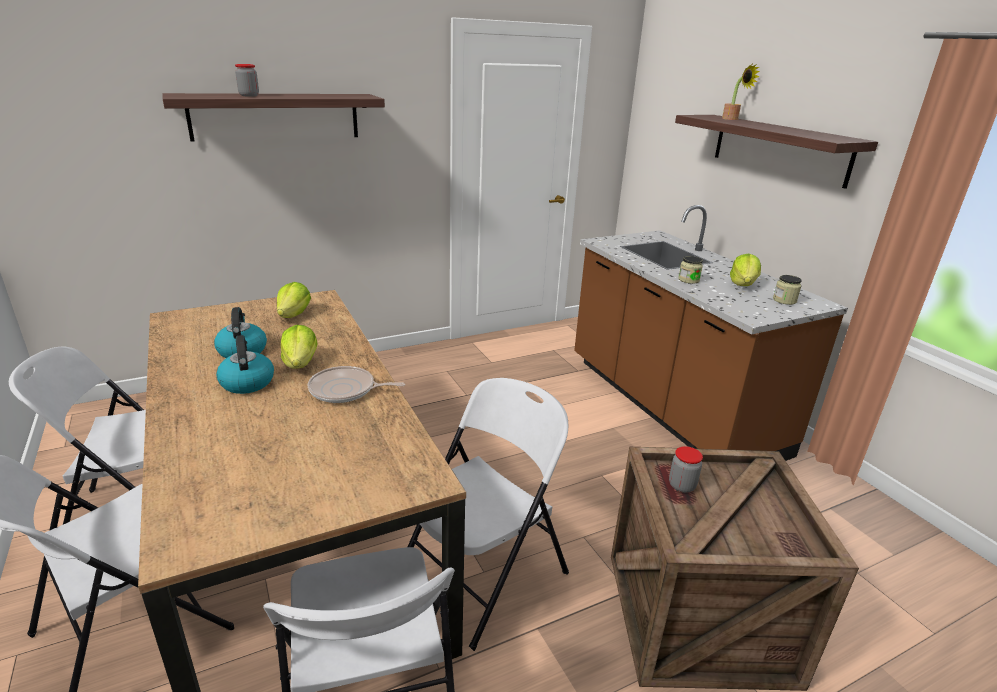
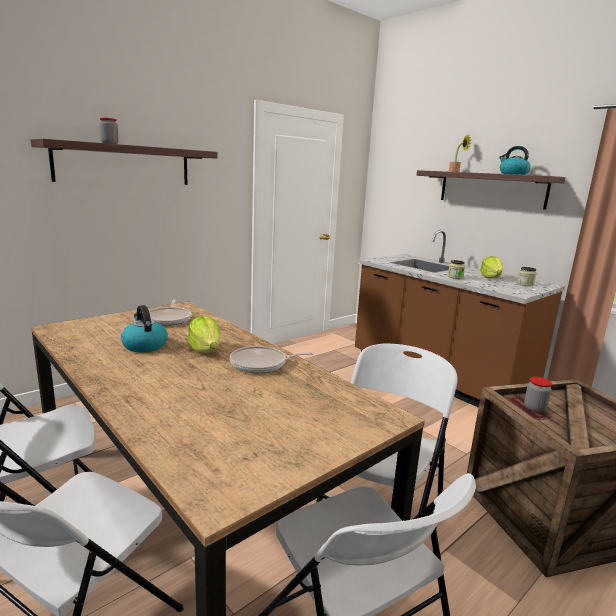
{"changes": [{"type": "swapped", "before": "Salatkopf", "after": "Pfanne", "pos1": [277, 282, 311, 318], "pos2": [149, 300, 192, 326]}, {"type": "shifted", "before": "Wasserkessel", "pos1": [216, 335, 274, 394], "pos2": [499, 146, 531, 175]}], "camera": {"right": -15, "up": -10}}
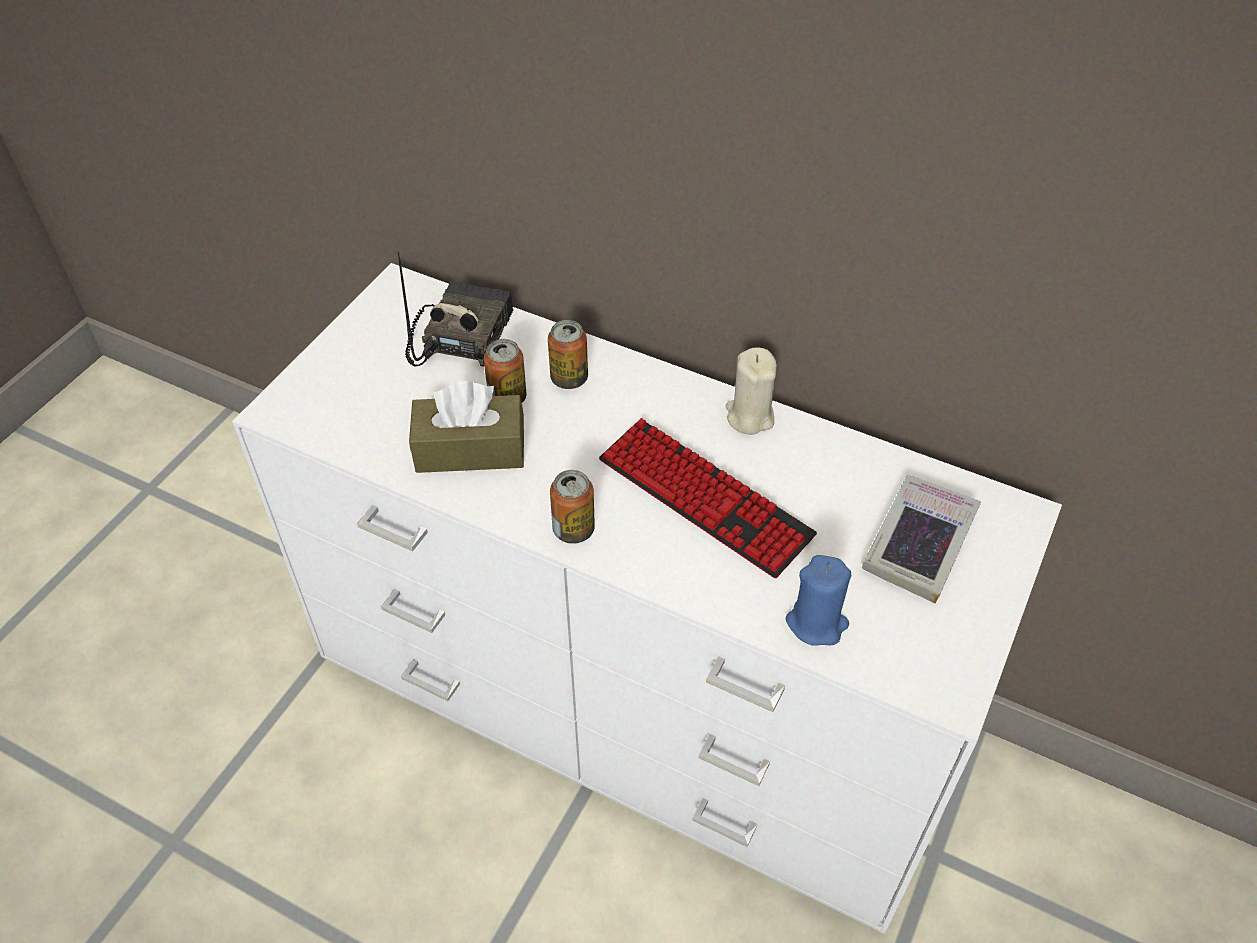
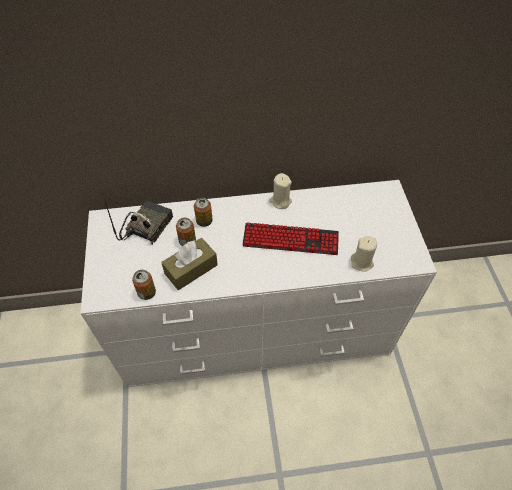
{"changes": [{"type": "rotated", "before": "Radio", "pos1": [398, 252, 513, 367], "pos2": [104, 199, 173, 245], "turn": 45}, {"type": "shifted", "before": "Dose", "pos1": [550, 470, 595, 544], "pos2": [132, 270, 156, 300]}, {"type": "gone", "before": "Buch", "pos1": [862, 475, 981, 603]}, {"type": "repainted", "before": "Kerze [blau]", "after": "Kerze [beige]", "pos1": [786, 555, 851, 646], "pos2": [351, 236, 377, 272]}], "camera": {"right": -35, "up": 5}}
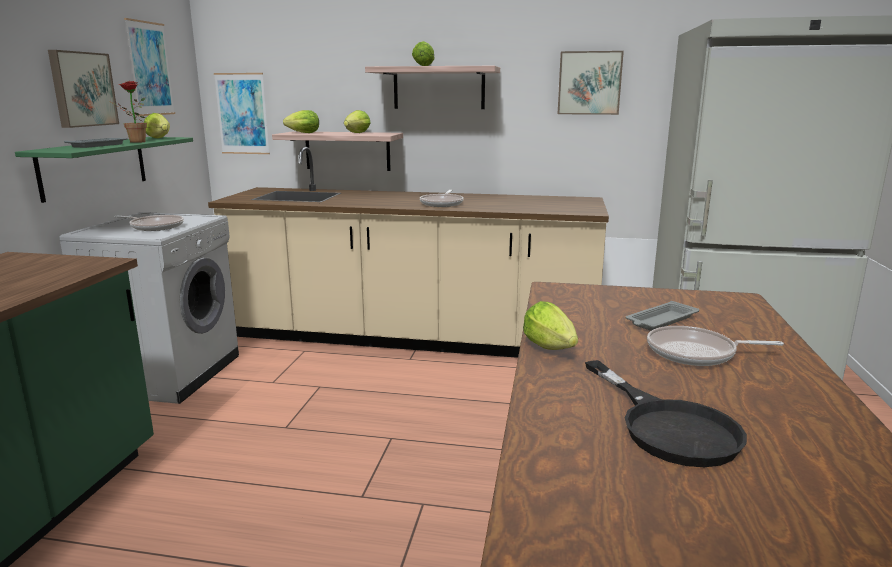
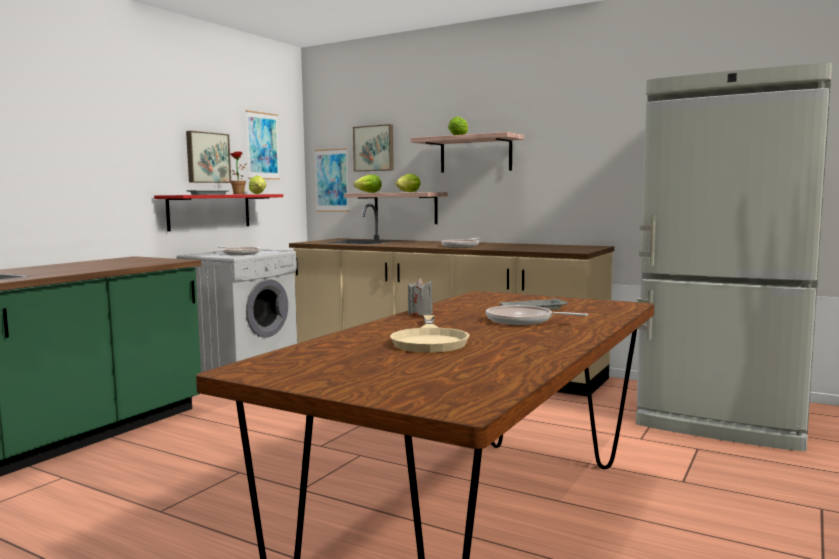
{"changes": [{"type": "shifted", "before": "Bild", "pos1": [558, 51, 624, 115], "pos2": [353, 124, 394, 172]}, {"type": "repainted", "before": "Wandregal [grün]", "after": "Wandregal [rot]", "pos1": [15, 137, 193, 203], "pos2": [154, 194, 283, 231]}, {"type": "swapped", "before": "Salatkopf", "after": "Kerze [grau]", "pos1": [523, 301, 578, 350], "pos2": [408, 278, 433, 316]}, {"type": "repainted", "before": "Pfanne [schwarz]", "after": "Pfanne [beige]", "pos1": [585, 360, 747, 467], "pos2": [390, 315, 469, 353]}], "camera": {"right": 20, "up": -10}}
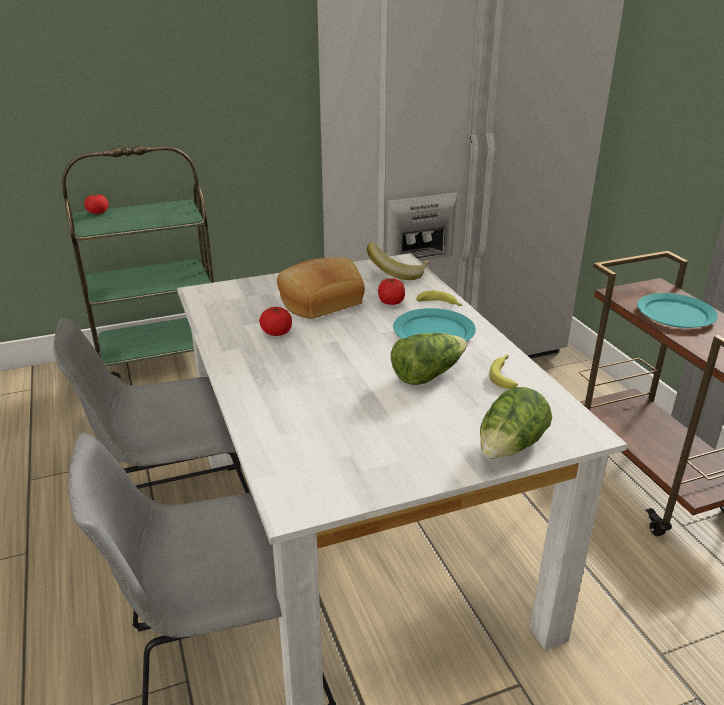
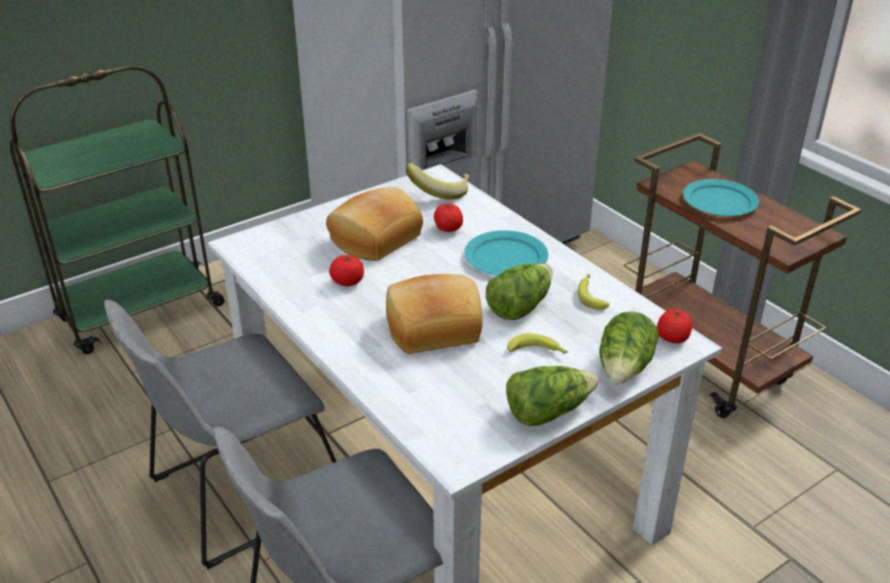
{"changes": [{"type": "shifted", "before": "Tomate", "pos1": [84, 194, 108, 214], "pos2": [657, 308, 692, 343]}, {"type": "shifted", "before": "Banane", "pos1": [416, 291, 462, 306], "pos2": [507, 333, 568, 354]}, {"type": "new", "after": "Brot", "pos2": [386, 274, 482, 354]}, {"type": "new", "after": "Salatkopf", "pos2": [506, 366, 598, 426]}], "camera": {"right": -15, "up": 5}}
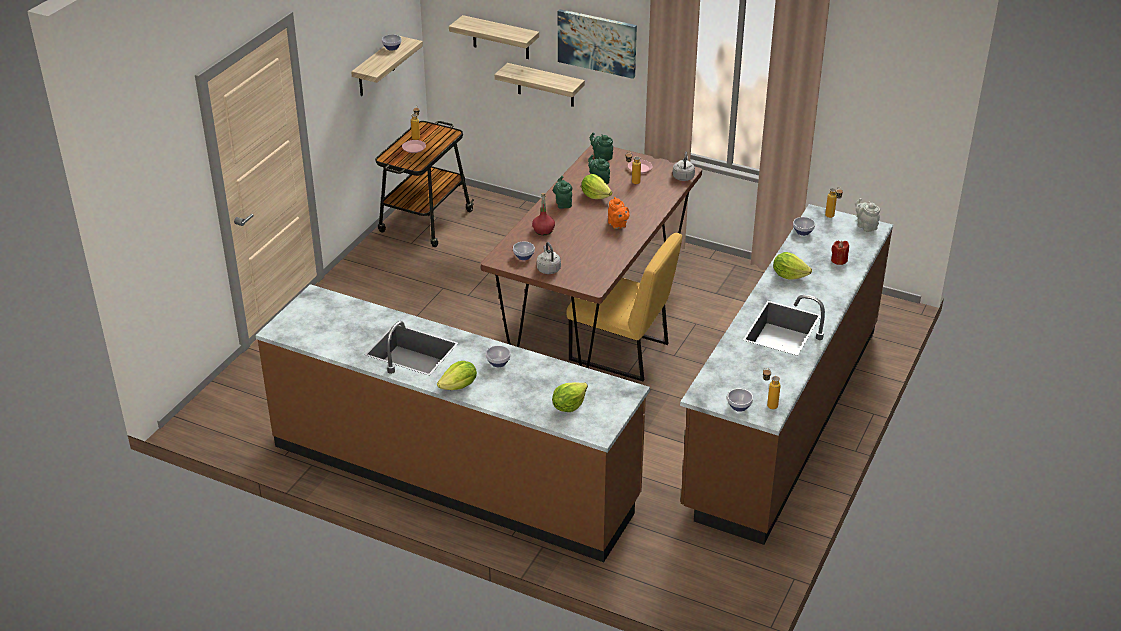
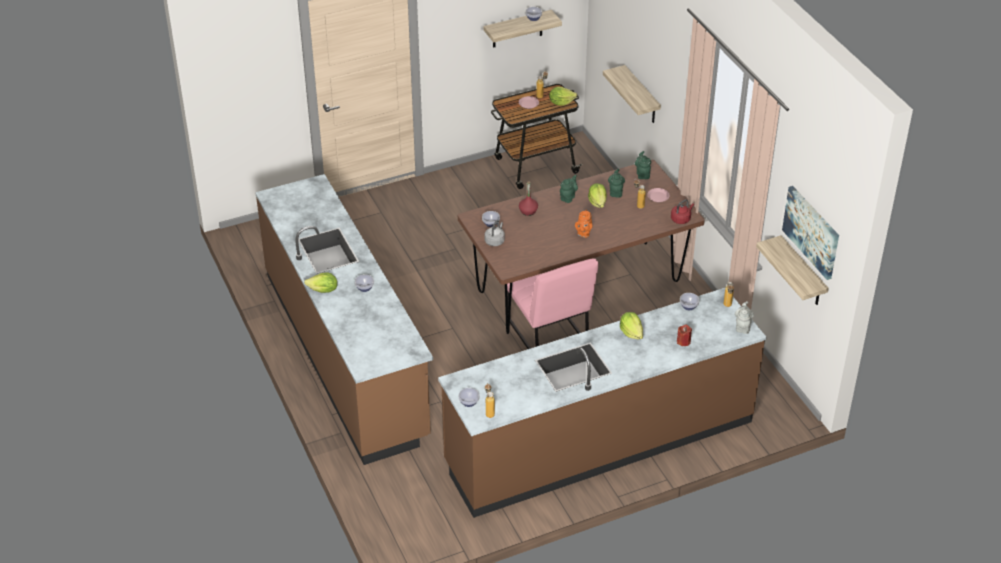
{"changes": [{"type": "shifted", "before": "Bild", "pos1": [558, 9, 637, 79], "pos2": [782, 186, 839, 280]}, {"type": "shifted", "before": "Wandregal", "pos1": [449, 15, 539, 59], "pos2": [756, 235, 829, 305]}, {"type": "repainted", "before": "Wasserkessel [grau]", "after": "Wasserkessel [rot]", "pos1": [672, 152, 695, 181], "pos2": [671, 199, 694, 224]}, {"type": "repainted", "before": "Stuhl [gelb]", "after": "Stuhl [rosa]", "pos1": [566, 233, 682, 381], "pos2": [507, 258, 599, 349]}, {"type": "shifted", "before": "Salatkopf", "pos1": [552, 382, 588, 412], "pos2": [549, 87, 577, 106]}], "camera": {"right": 40, "up": 5}}
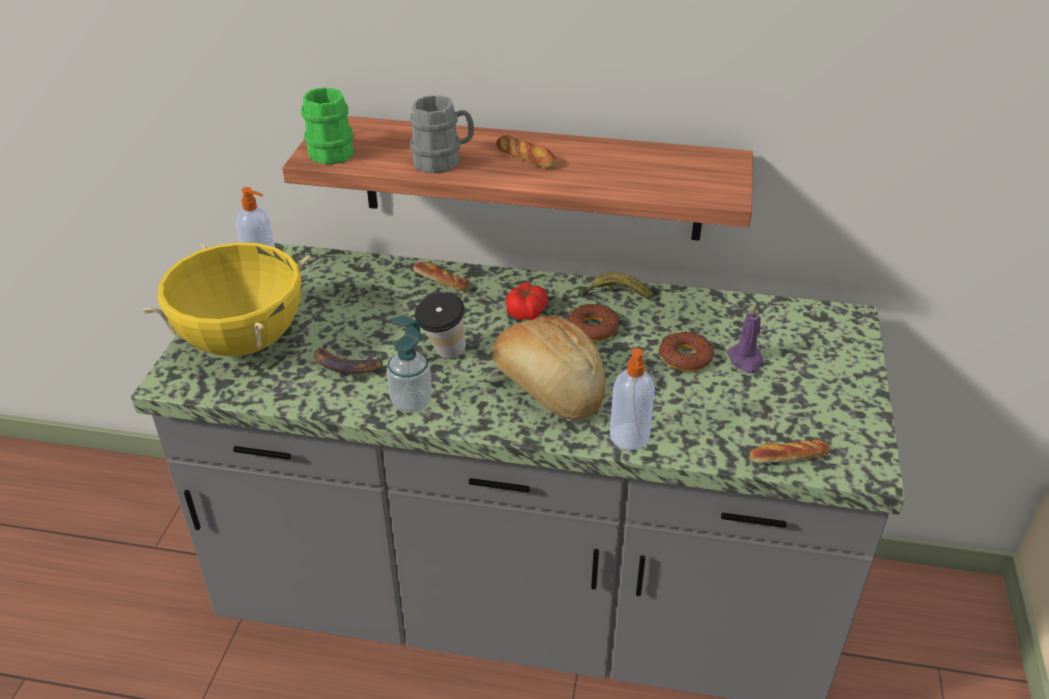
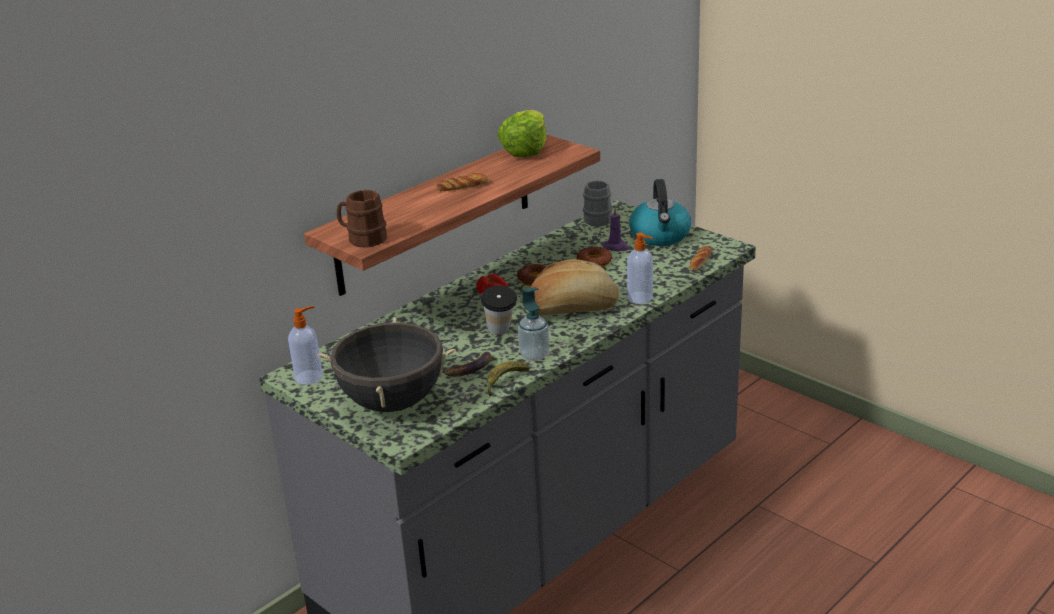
{"changes": [{"type": "repainted", "before": "Henkelbecher [grün]", "after": "Henkelbecher [braun]", "pos1": [301, 87, 354, 165], "pos2": [337, 190, 387, 248]}, {"type": "shifted", "before": "Henkelbecher [grau]", "pos1": [410, 95, 474, 173], "pos2": [583, 180, 613, 227]}, {"type": "repainted", "before": "Kochtopf [gelb]", "after": "Kochtopf [schwarz]", "pos1": [142, 242, 312, 356], "pos2": [317, 318, 456, 412]}, {"type": "gone", "before": "Brot", "pos1": [413, 262, 470, 291]}, {"type": "shifted", "before": "Banane", "pos1": [582, 273, 651, 300], "pos2": [487, 361, 529, 396]}, {"type": "new", "after": "Salatkopf", "pos2": [497, 110, 546, 158]}, {"type": "new", "after": "Wasserkessel", "pos2": [629, 179, 691, 246]}], "camera": {"right": -55, "up": -10}}
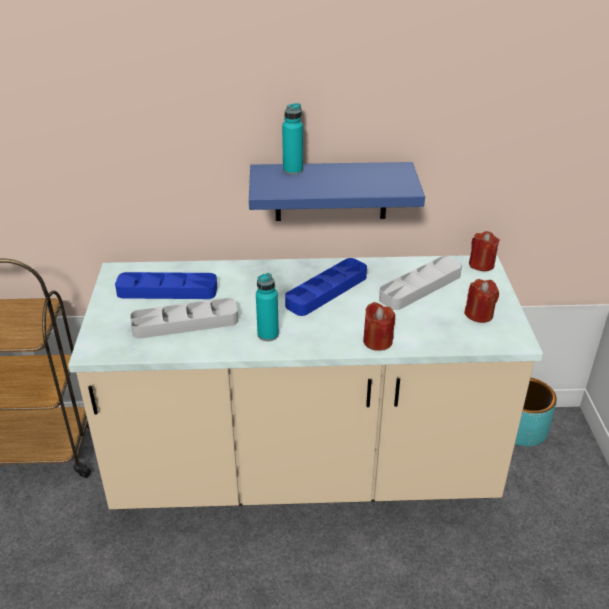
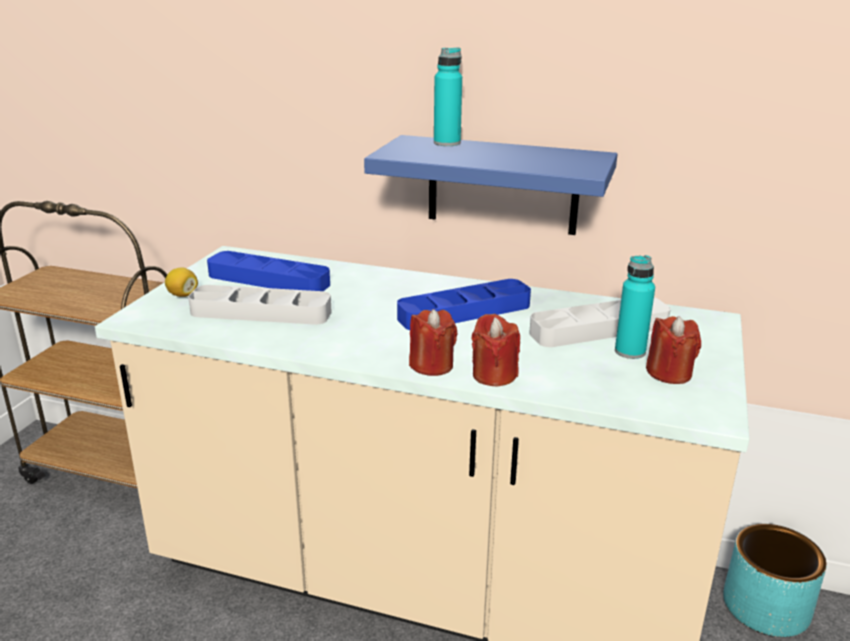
{"changes": [{"type": "shifted", "before": "Kerze [rot]", "pos1": [469, 231, 500, 271], "pos2": [409, 309, 457, 376]}, {"type": "shifted", "before": "Flasche [türkis]", "pos1": [256, 273, 279, 341], "pos2": [615, 255, 655, 359]}, {"type": "new", "after": "Zitrone", "pos2": [165, 267, 198, 297]}], "camera": {"right": 20, "up": -10}}
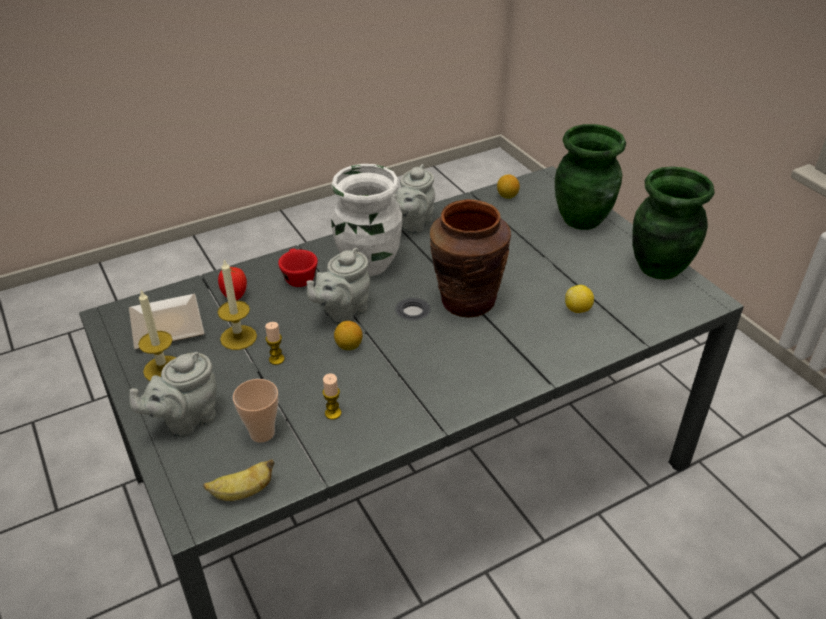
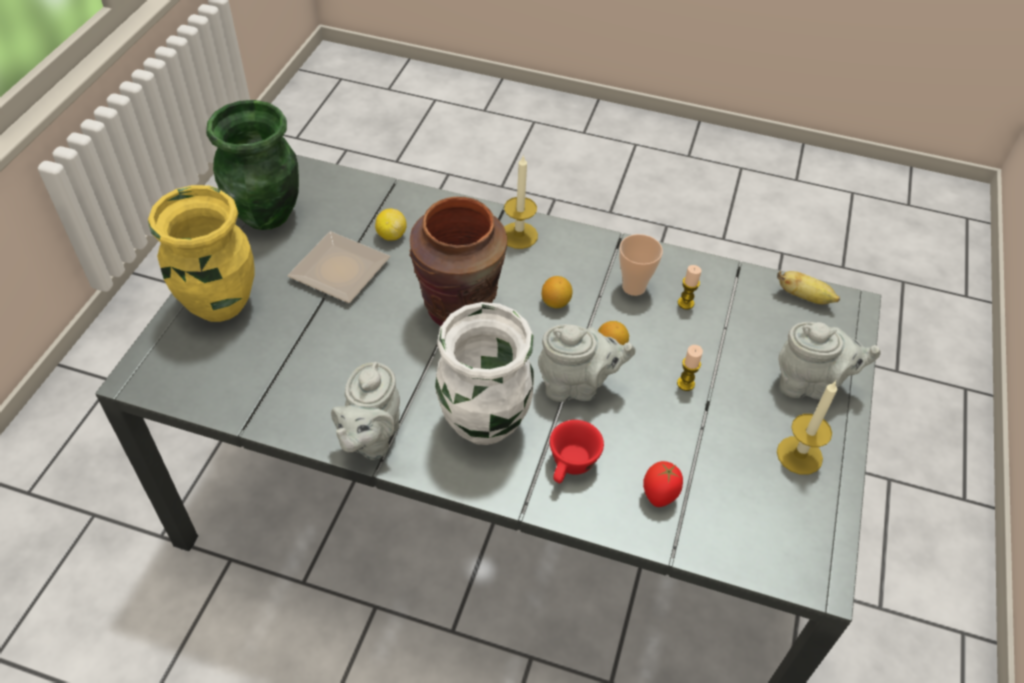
{"changes": [{"type": "repainted", "before": "Vase [grün]", "after": "Vase [gelb]", "pos1": [555, 124, 626, 230], "pos2": [148, 185, 254, 322]}, {"type": "rotated", "before": "Teekanne [grau]", "pos1": [392, 164, 435, 234], "pos2": [331, 362, 400, 460], "turn": 120}, {"type": "shifted", "before": "Zitrone", "pos1": [497, 174, 520, 199], "pos2": [542, 276, 573, 308]}, {"type": "shifted", "before": "Kerze", "pos1": [218, 260, 257, 350], "pos2": [504, 154, 538, 249]}, {"type": "shifted", "before": "Teller", "pos1": [129, 294, 204, 349], "pos2": [287, 231, 390, 303]}, {"type": "shifted", "before": "Tasse", "pos1": [233, 379, 279, 443], "pos2": [619, 234, 663, 296]}], "camera": {"right": -135, "up": 10}}
